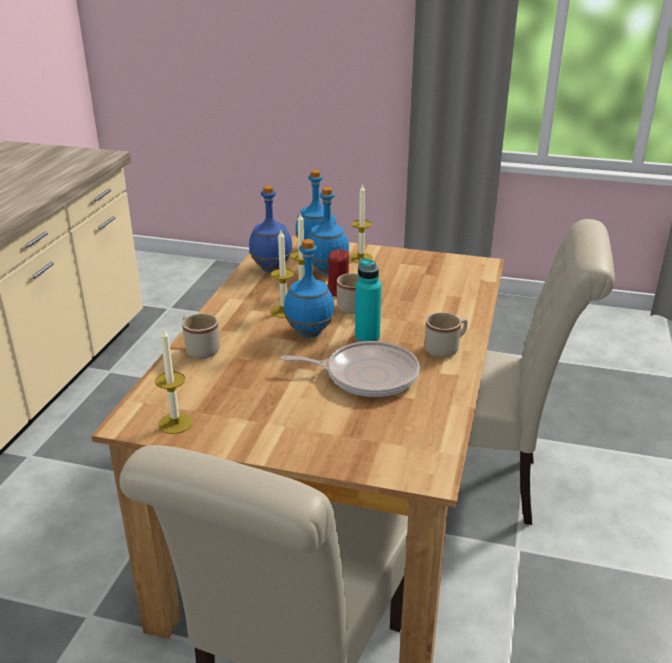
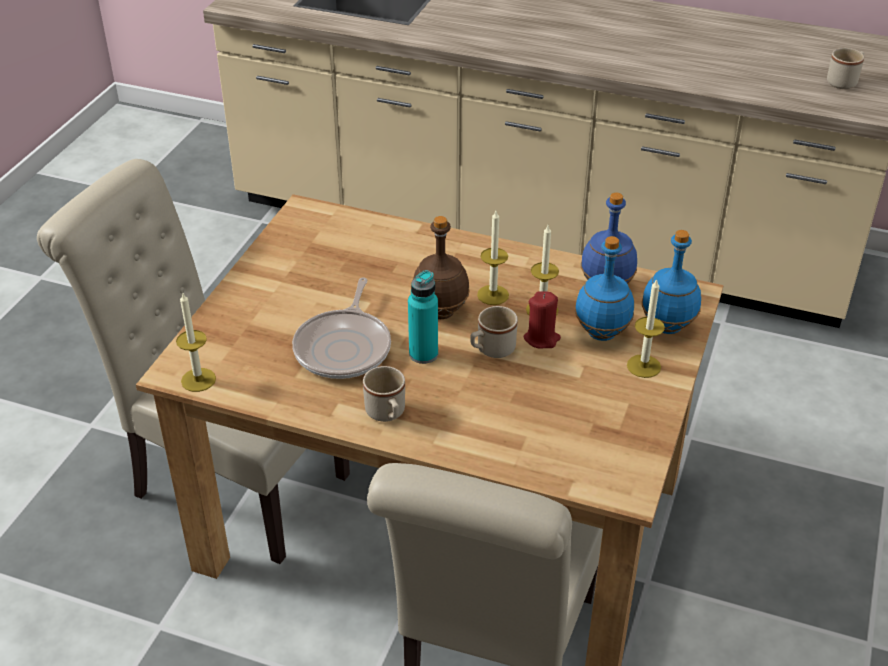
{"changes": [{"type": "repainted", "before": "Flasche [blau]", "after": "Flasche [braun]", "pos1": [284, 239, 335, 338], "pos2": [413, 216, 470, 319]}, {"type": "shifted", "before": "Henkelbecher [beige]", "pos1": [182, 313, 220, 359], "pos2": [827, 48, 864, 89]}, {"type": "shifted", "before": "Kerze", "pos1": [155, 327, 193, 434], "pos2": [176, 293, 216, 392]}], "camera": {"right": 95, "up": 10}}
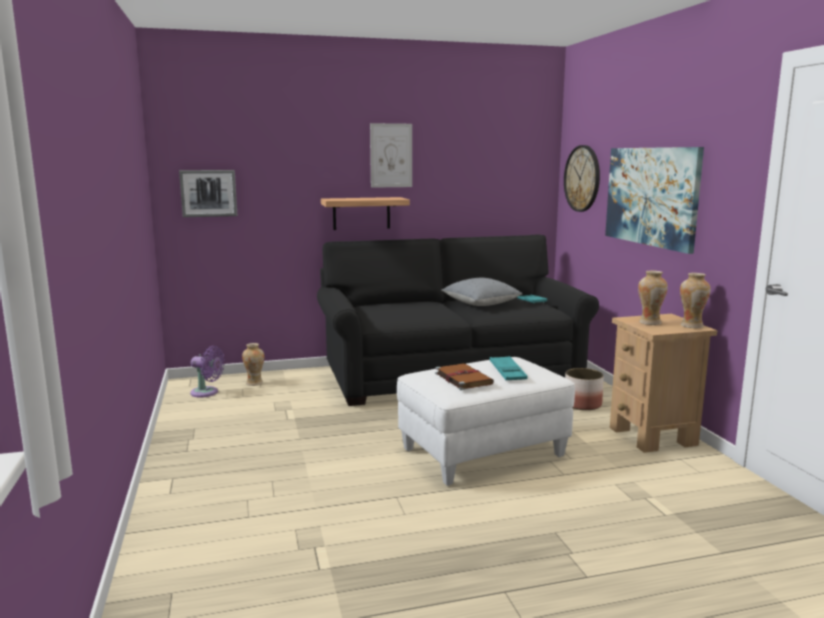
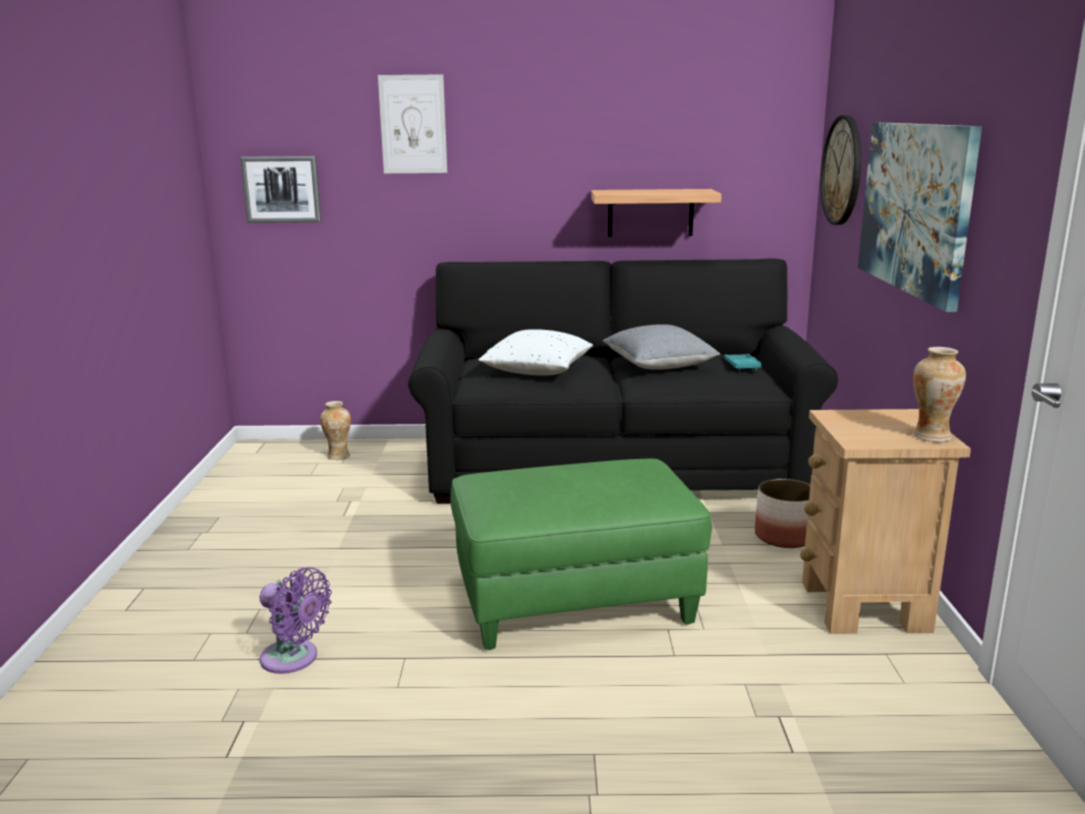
{"changes": [{"type": "shifted", "before": "Bild", "pos1": [370, 123, 412, 188], "pos2": [378, 74, 447, 173]}, {"type": "shifted", "before": "Wandregal", "pos1": [321, 197, 410, 230], "pos2": [591, 189, 722, 237]}, {"type": "gone", "before": "Vase", "pos1": [638, 271, 668, 325]}, {"type": "shifted", "before": "Ventilator [lila]", "pos1": [190, 346, 225, 397], "pos2": [260, 567, 332, 674]}, {"type": "gone", "before": "Tablett [türkis]", "pos1": [490, 356, 527, 380]}, {"type": "repainted", "before": "Polsterhocker [weiß]", "after": "Polsterhocker [grün]", "pos1": [397, 357, 575, 486], "pos2": [450, 459, 711, 650]}, {"type": "gone", "before": "Buch [braun]", "pos1": [435, 363, 494, 390]}, {"type": "new", "after": "Kissen [weiß]", "pos2": [478, 329, 593, 376]}], "camera": {"right": 15, "up": 5}}
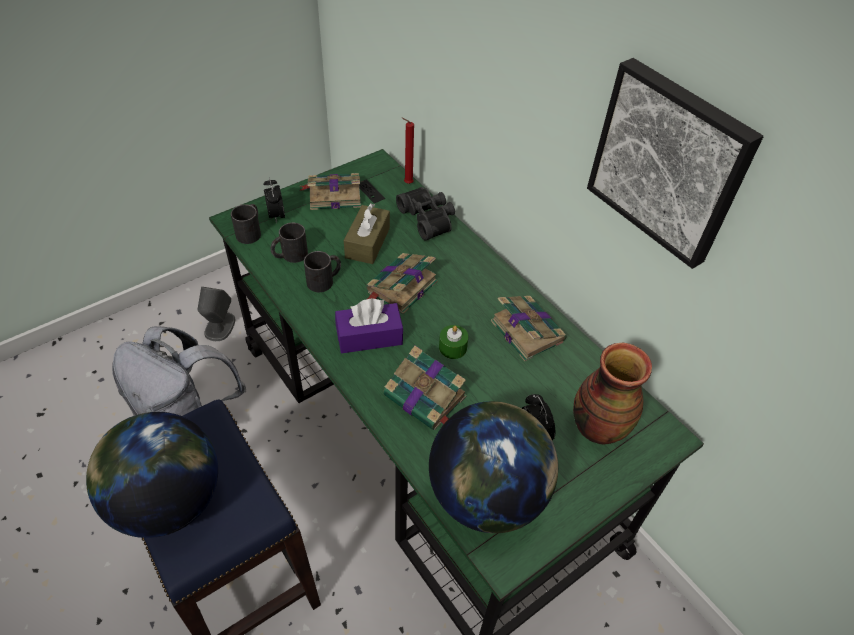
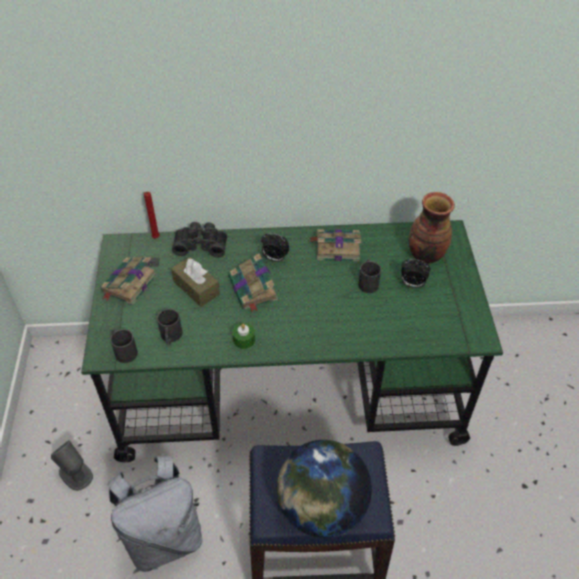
{"changes": [{"type": "gone", "before": "Bild", "pos1": [587, 58, 764, 269]}, {"type": "shifted", "before": "Wecker", "pos1": [263, 177, 285, 224], "pos2": [261, 233, 290, 262]}, {"type": "shifted", "before": "Henkelbecher [schwarz]", "pos1": [304, 251, 341, 292], "pos2": [358, 259, 381, 293]}, {"type": "gone", "before": "Taschentuchbox [lila]", "pos1": [335, 298, 403, 353]}, {"type": "shifted", "before": "Kerze [grün]", "pos1": [439, 325, 469, 359], "pos2": [232, 323, 255, 349]}, {"type": "gone", "before": "Buch", "pos1": [383, 346, 467, 430]}, {"type": "gone", "before": "Globus", "pos1": [429, 401, 558, 533]}], "camera": {"right": -55, "up": 0}}
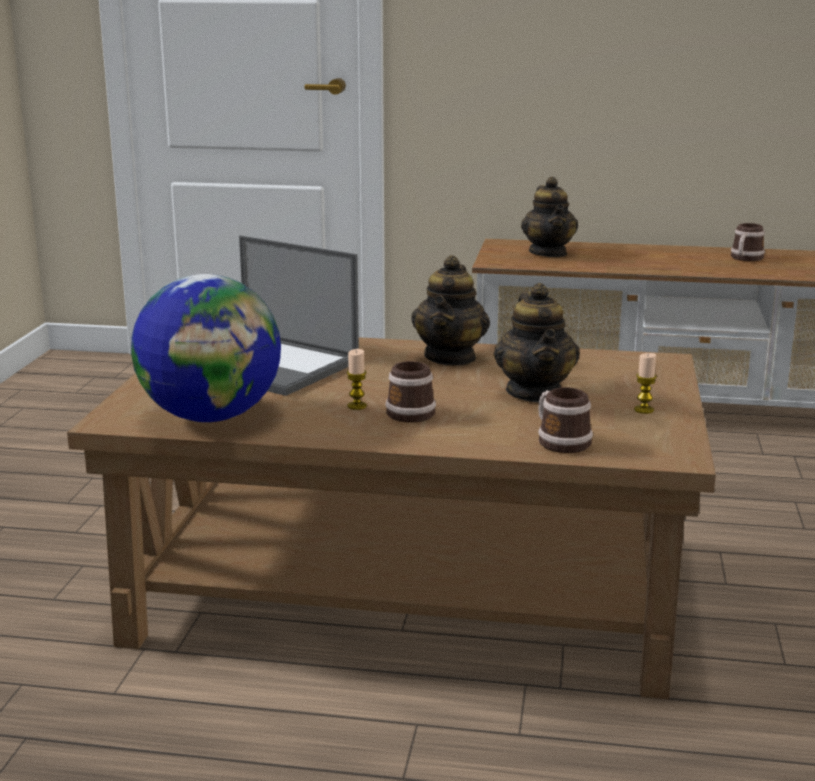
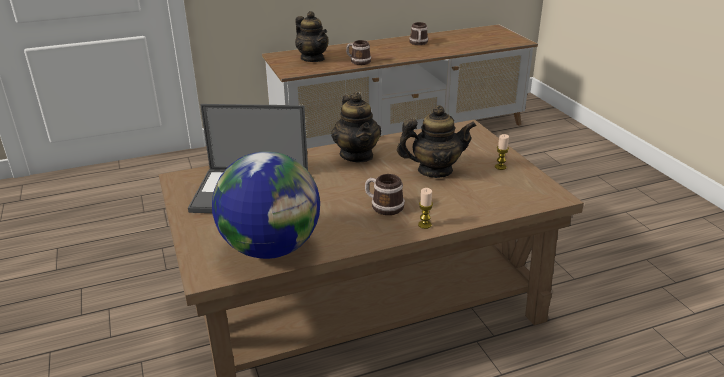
{"changes": [{"type": "rotated", "before": "Teekanne", "pos1": [494, 283, 580, 402], "pos2": [397, 105, 476, 178], "turn": -60}, {"type": "shifted", "before": "Kerze", "pos1": [346, 349, 367, 410], "pos2": [418, 188, 433, 229]}, {"type": "shifted", "before": "Henkelbecher", "pos1": [538, 387, 593, 453], "pos2": [346, 40, 371, 65]}], "camera": {"right": -30, "up": 10}}
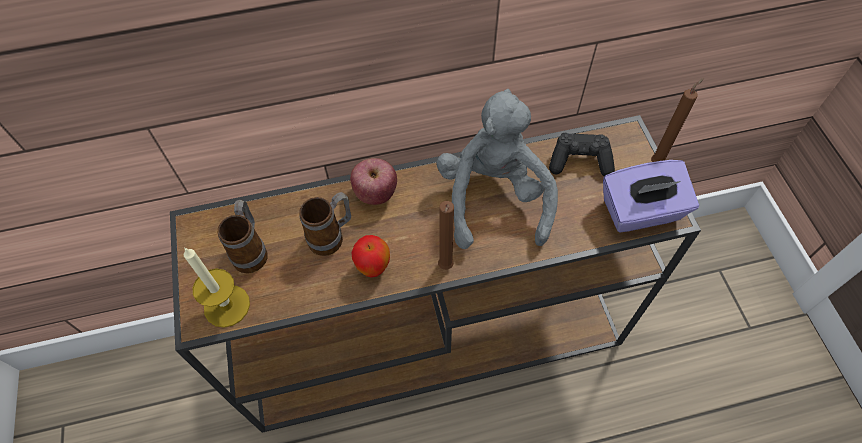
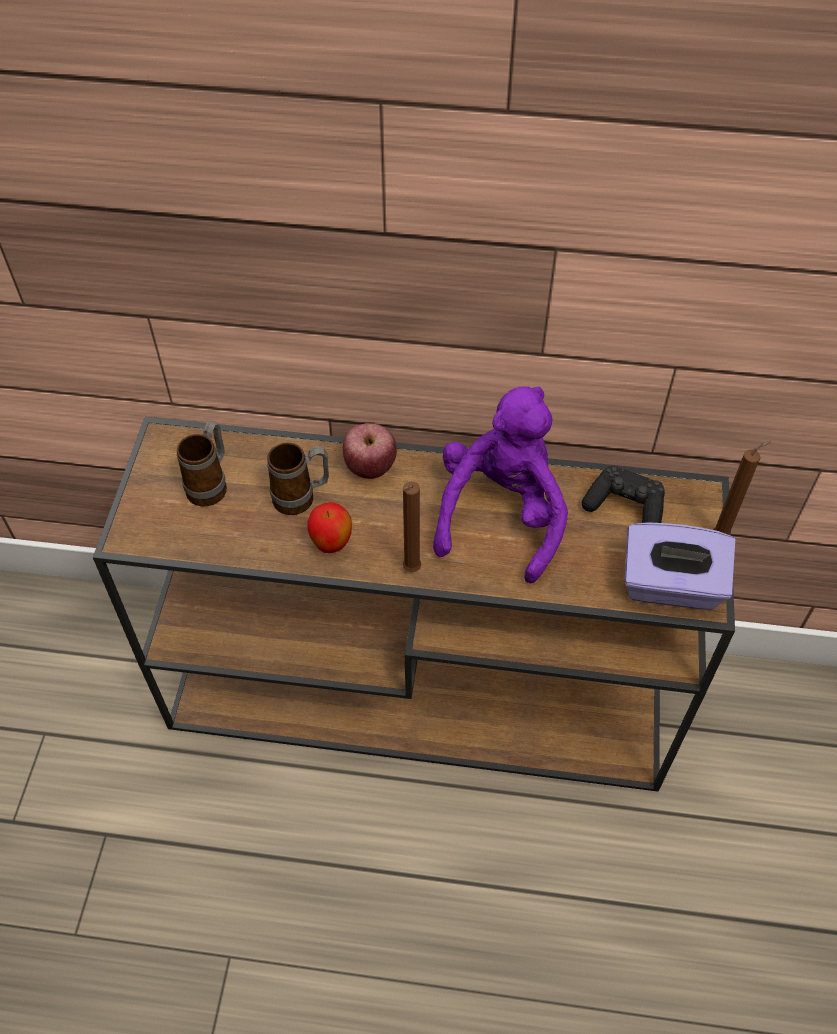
{"changes": [{"type": "repainted", "before": "Plüschtier [grau]", "after": "Plüschtier [lila]", "pos1": [436, 89, 558, 249], "pos2": [433, 387, 568, 584]}, {"type": "gone", "before": "Kerze", "pos1": [184, 247, 250, 328]}], "camera": {"right": 20, "up": -5}}
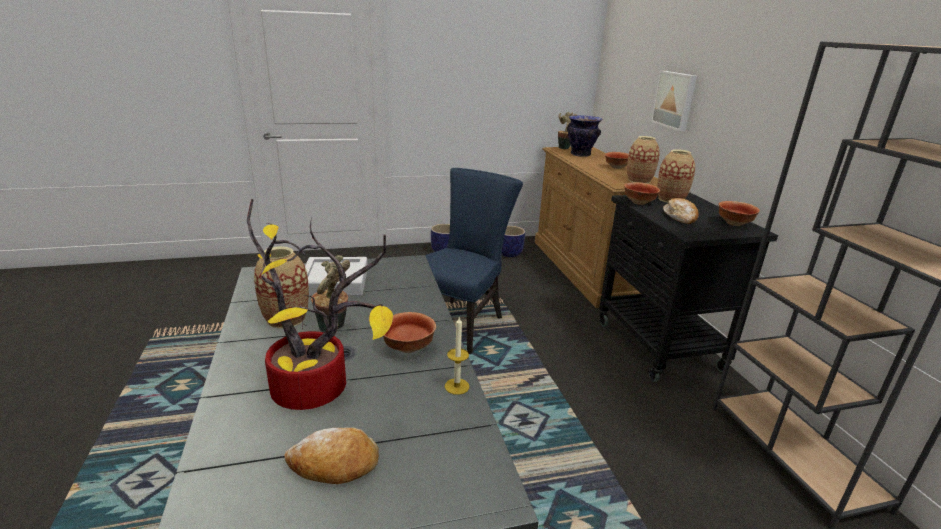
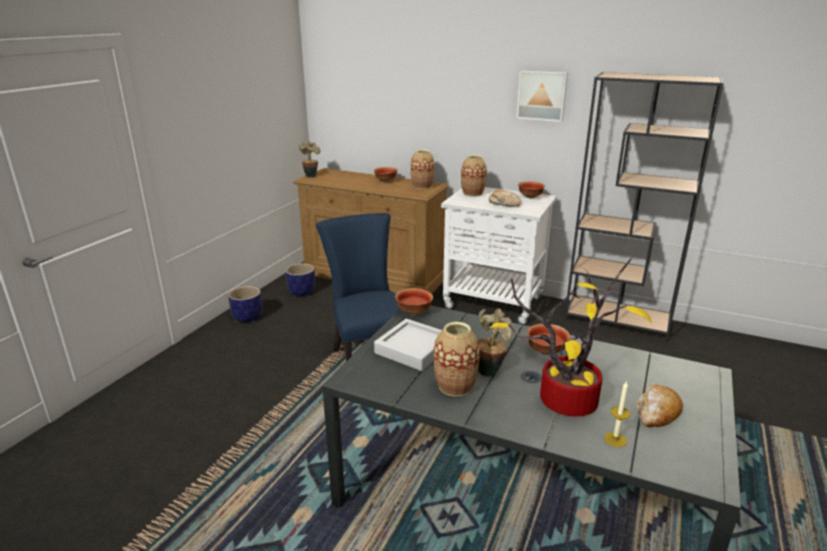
{"changes": [{"type": "shifted", "before": "Bild", "pos1": [651, 71, 697, 131], "pos2": [516, 71, 568, 122]}, {"type": "gone", "before": "Vase", "pos1": [567, 115, 603, 157]}, {"type": "shifted", "before": "Schüssel", "pos1": [624, 182, 660, 205], "pos2": [395, 288, 433, 315]}, {"type": "repainted", "before": "Rollwagen [schwarz]", "after": "Rollwagen [weiß]", "pos1": [599, 192, 778, 382], "pos2": [441, 187, 557, 324]}, {"type": "shifted", "before": "Kerze", "pos1": [445, 316, 470, 395], "pos2": [604, 381, 631, 447]}], "camera": {"right": -50, "up": 0}}
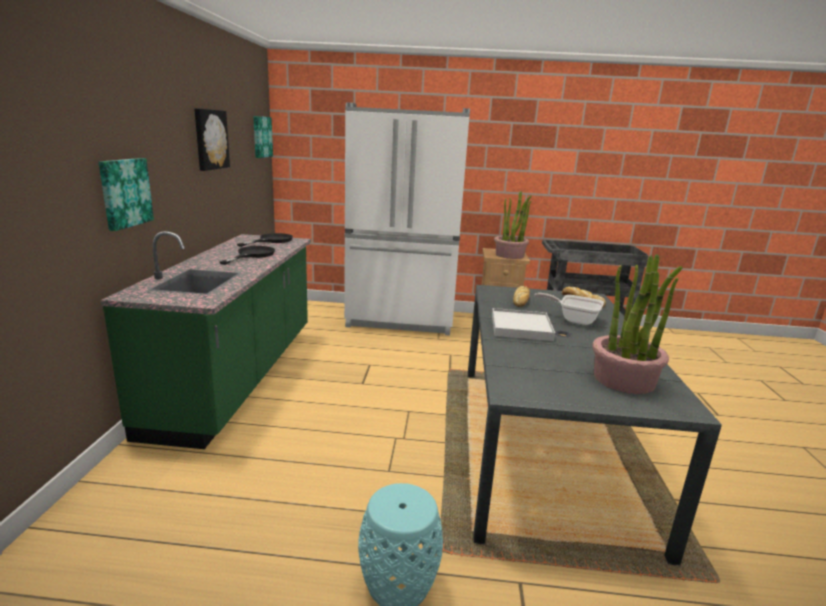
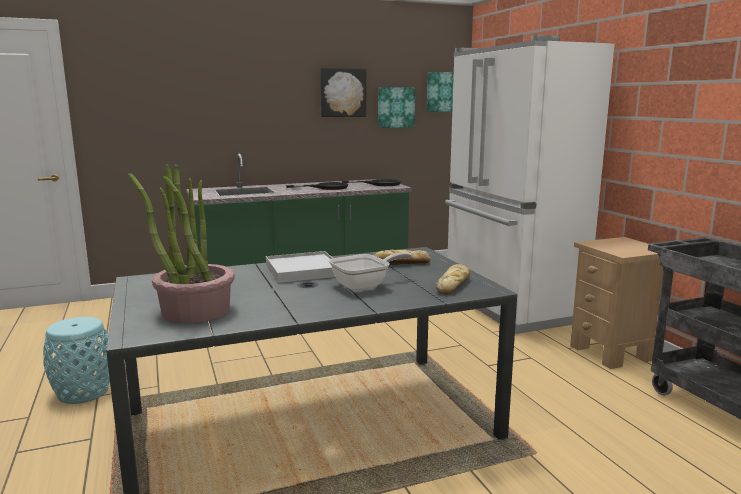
{"changes": [{"type": "shifted", "before": "Bild", "pos1": [99, 158, 154, 231], "pos2": [378, 87, 415, 128]}, {"type": "gone", "before": "Topfpflanze", "pos1": [494, 191, 532, 259]}, {"type": "rotated", "before": "Pfanne", "pos1": [534, 293, 604, 325], "pos2": [329, 253, 412, 291], "turn": 60}], "camera": {"right": 65, "up": -5}}
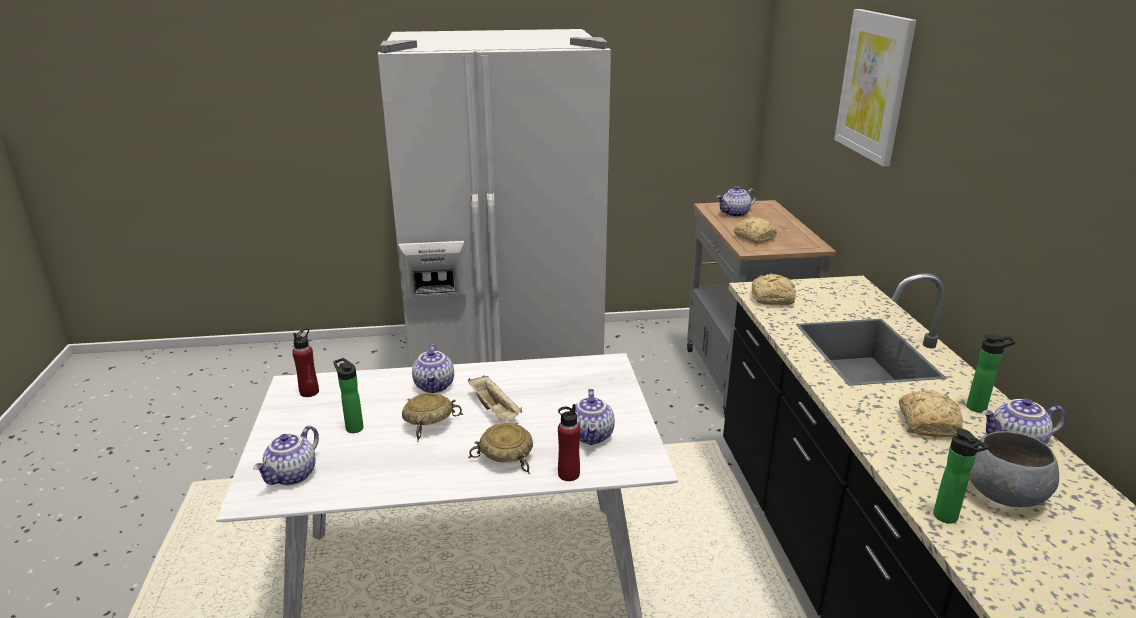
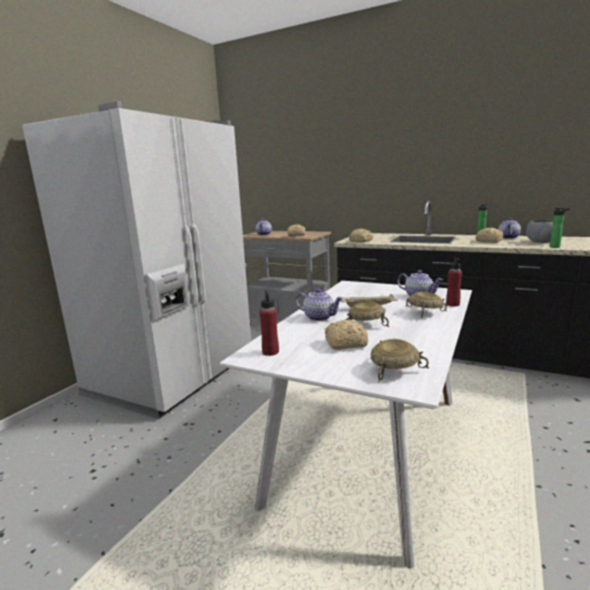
{"changes": [{"type": "gone", "before": "Bild", "pos1": [834, 9, 916, 167]}, {"type": "swapped", "before": "Flasche", "after": "Brot", "pos1": [333, 358, 364, 433], "pos2": [325, 320, 368, 350]}, {"type": "swapped", "before": "Teekanne", "after": "Schüssel [beige]", "pos1": [253, 425, 319, 485], "pos2": [371, 339, 429, 383]}], "camera": {"right": -55, "up": -10}}
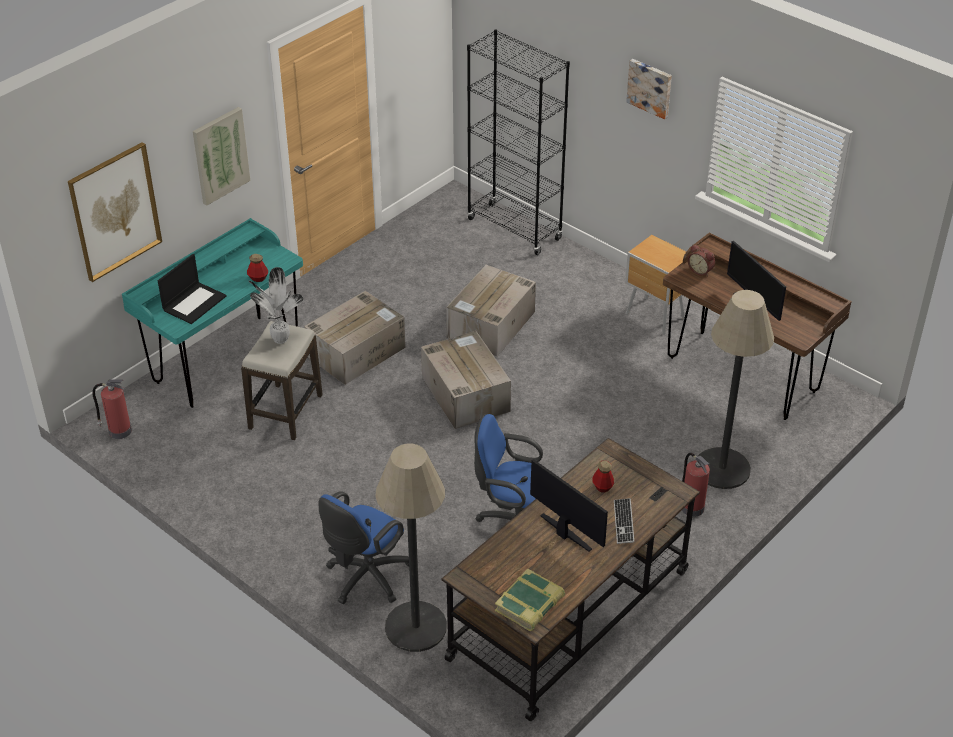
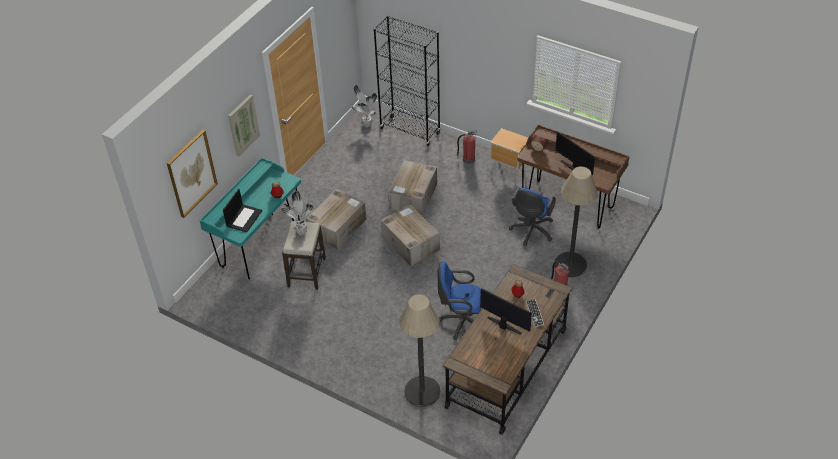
{"changes": [{"type": "gone", "before": "Bild", "pos1": [626, 59, 672, 119]}, {"type": "shifted", "before": "Feuerlöscher", "pos1": [92, 379, 132, 439], "pos2": [457, 130, 477, 164]}, {"type": "shifted", "before": "Bürostuhl [blau]", "pos1": [318, 492, 409, 604], "pos2": [509, 188, 556, 246]}, {"type": "gone", "before": "Buch", "pos1": [495, 568, 565, 631]}, {"type": "new", "after": "Topfpflanze", "pos2": [351, 85, 377, 127]}], "camera": {"right": -10, "up": 5}}
